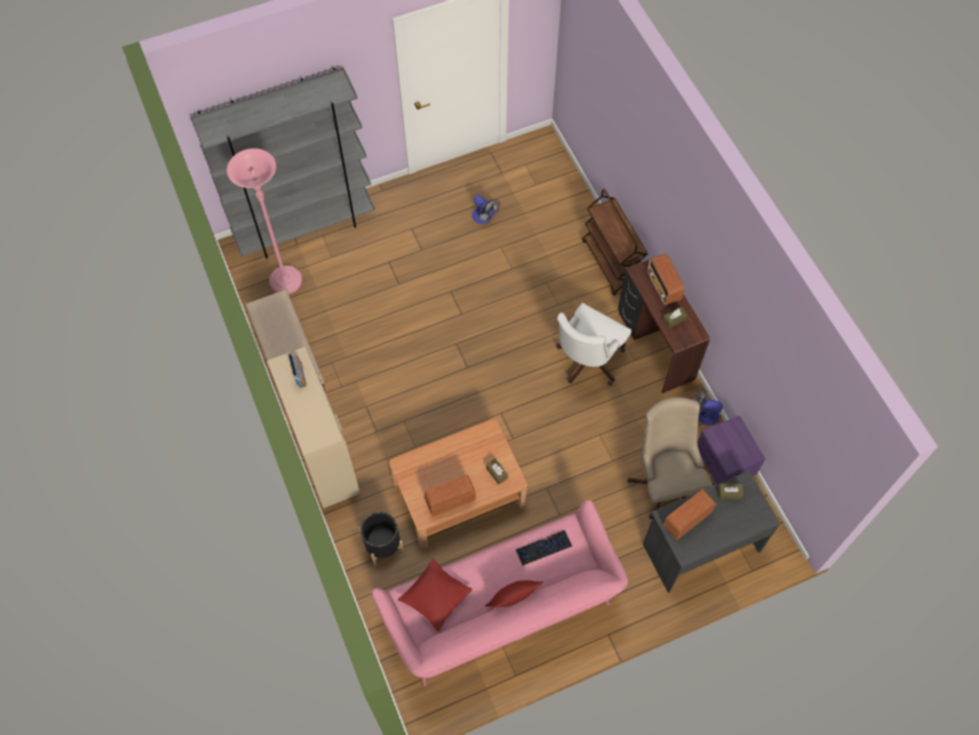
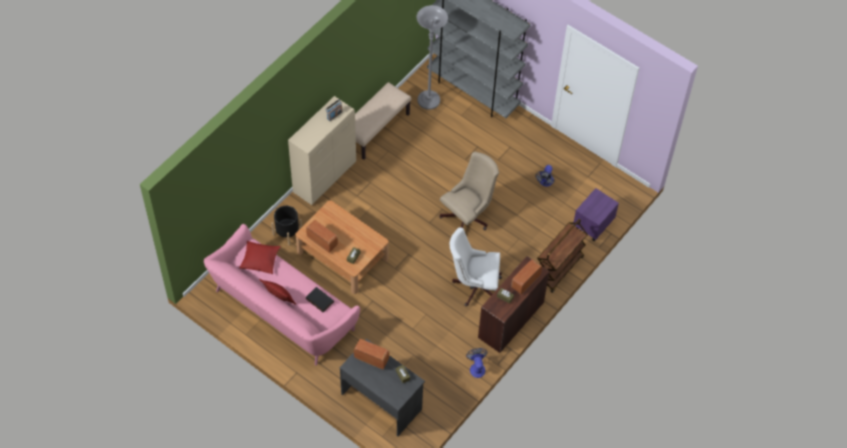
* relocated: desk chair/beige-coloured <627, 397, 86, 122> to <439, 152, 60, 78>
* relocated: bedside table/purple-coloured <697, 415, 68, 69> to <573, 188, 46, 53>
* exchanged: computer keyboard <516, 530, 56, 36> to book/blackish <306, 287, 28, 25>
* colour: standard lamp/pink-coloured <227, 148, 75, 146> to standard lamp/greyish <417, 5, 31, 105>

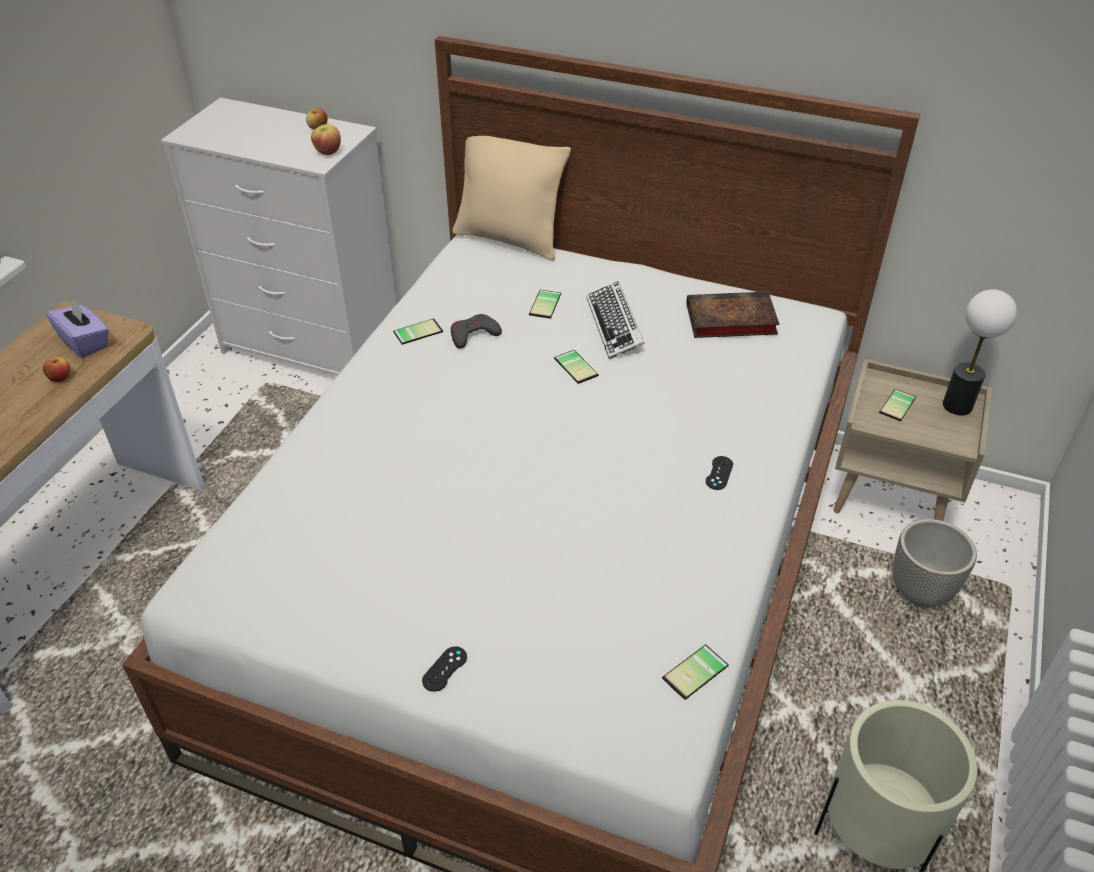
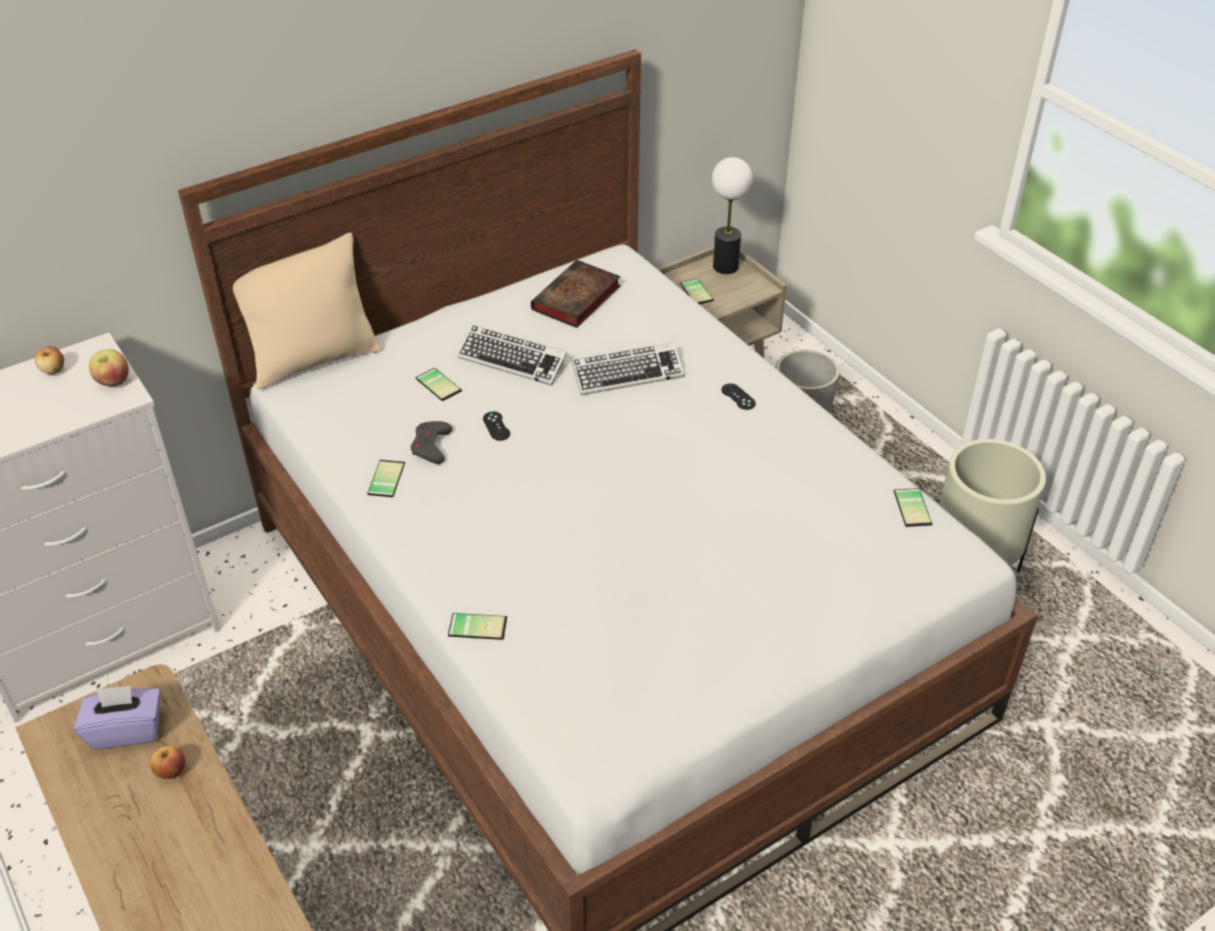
* appeared: computer keyboard <572, 342, 112, 53>
* relocated: joypad/blackish <422, 646, 45, 46> to <483, 411, 27, 30>
* relocated: handset <554, 350, 45, 34> to <448, 609, 59, 31>

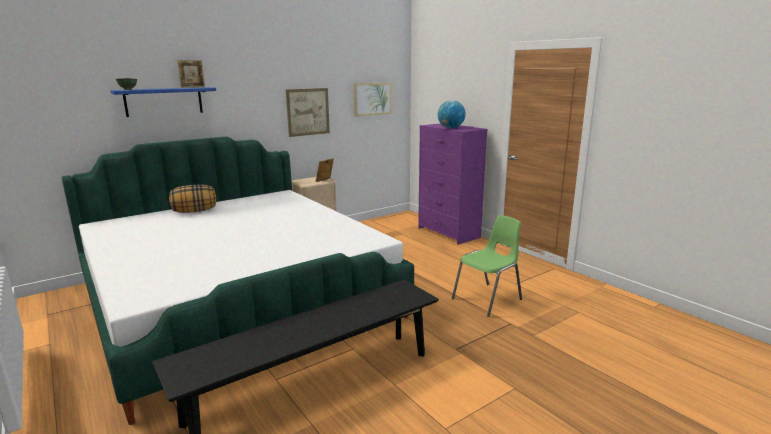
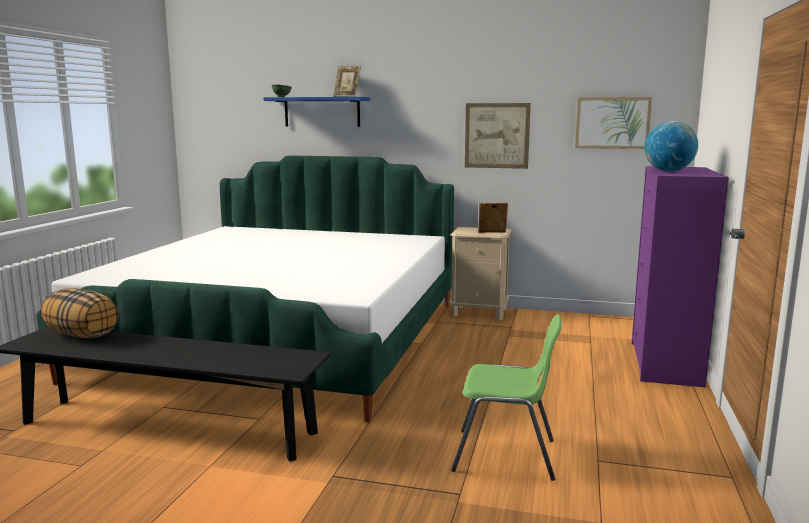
* relocated: throw pillow <169, 184, 47, 29> to <40, 288, 79, 50>

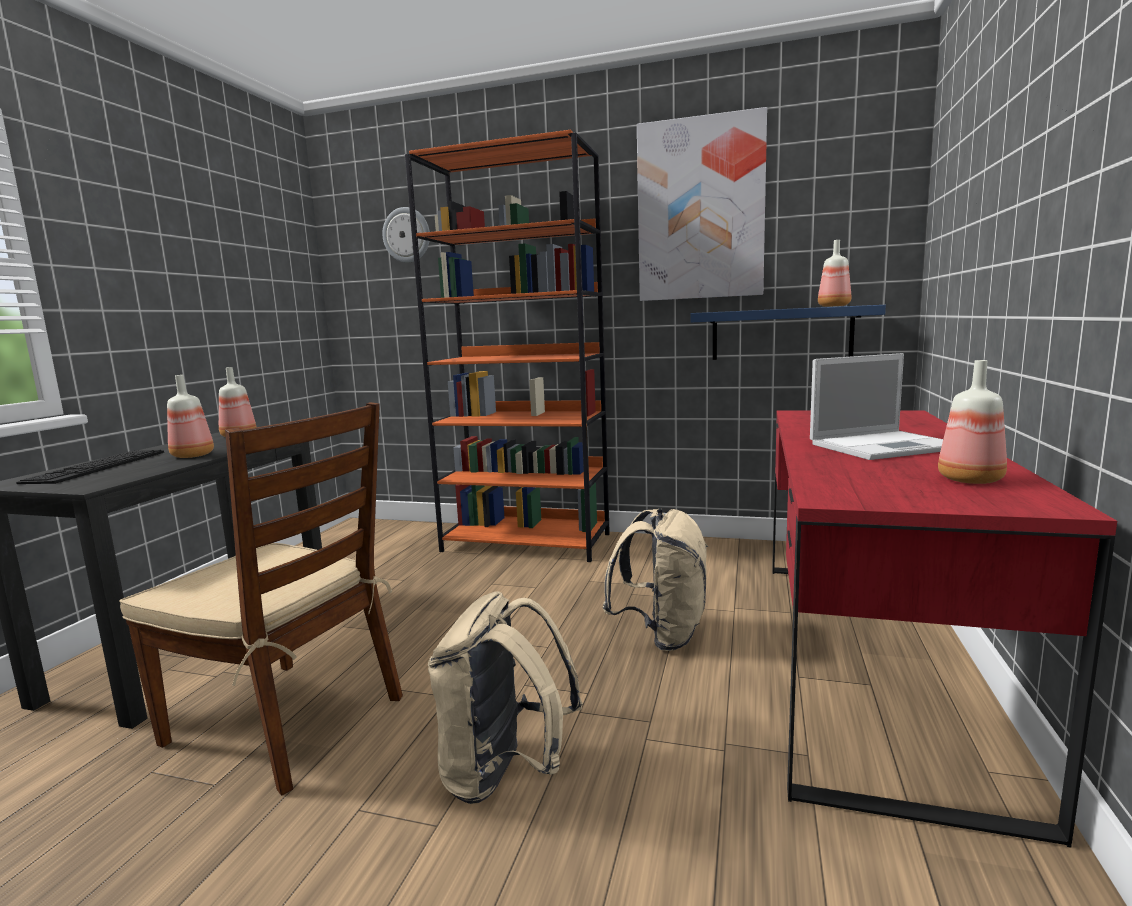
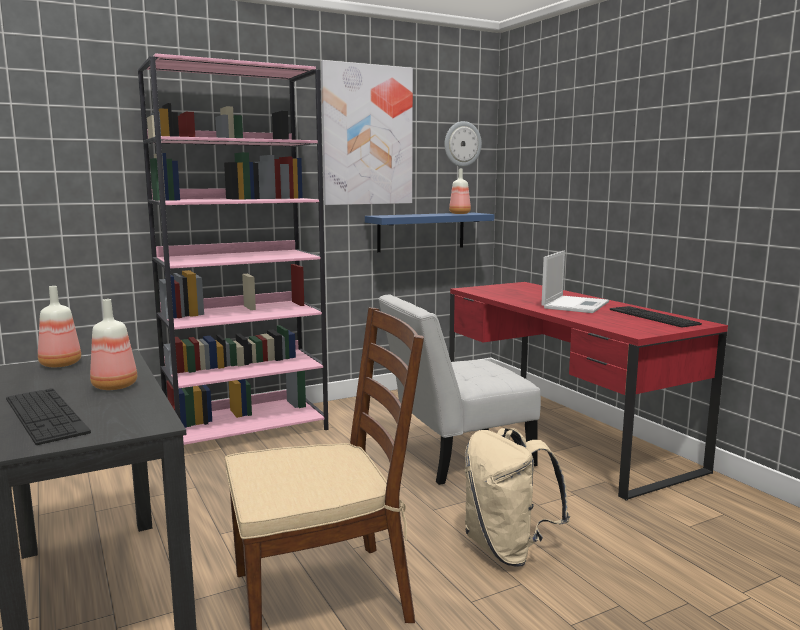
* relocated: clock on the wall <382, 207, 48, 56> to <444, 121, 38, 46>
* exchanged: backpack/beige-coloured <602, 509, 106, 142> to upright chair/white <378, 294, 163, 191>
* exchanged: bottle <938, 360, 69, 124> to computer keyboard <610, 306, 92, 22>
* colour: bookshelf/orange-coloured <405, 130, 205, 432> to bookshelf/pink-coloured <138, 53, 191, 392>

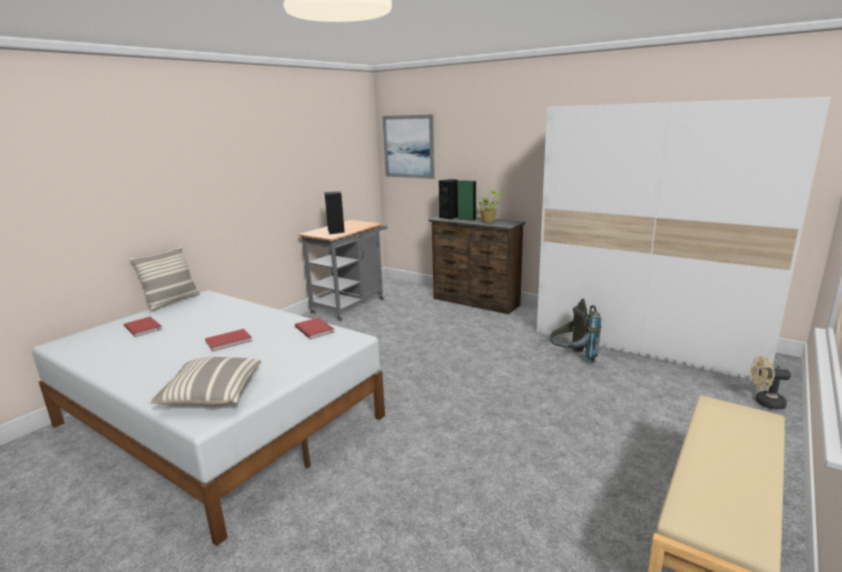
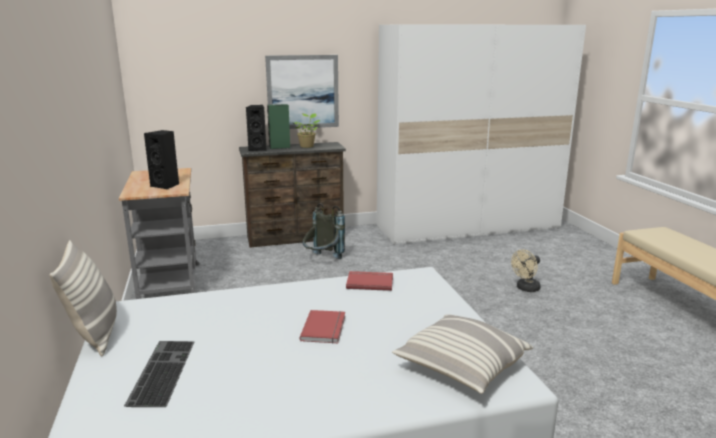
* relocated: wall picture <383, 114, 52, 65> to <265, 55, 74, 74>
* relocated: backpack/greyish <549, 299, 52, 65> to <303, 203, 42, 56>
* relocated: electric fan/beige-coloured <751, 356, 40, 54> to <511, 249, 30, 43>
* exchanged: book/reddish <124, 317, 38, 20> to computer keyboard <124, 341, 70, 66>

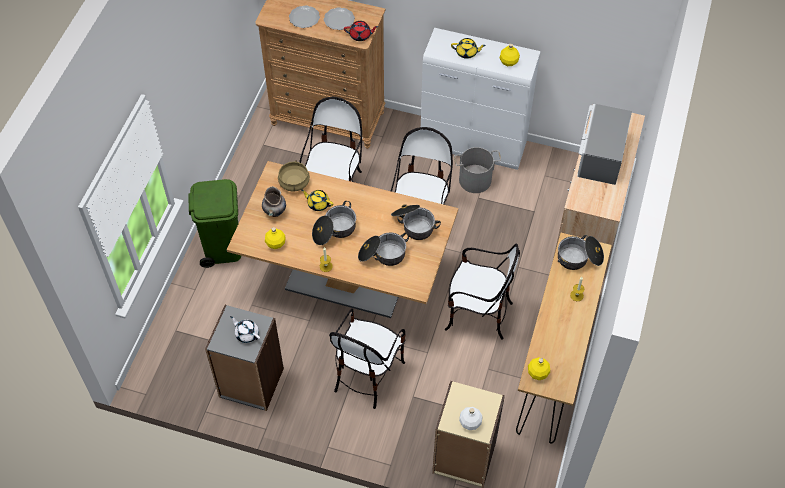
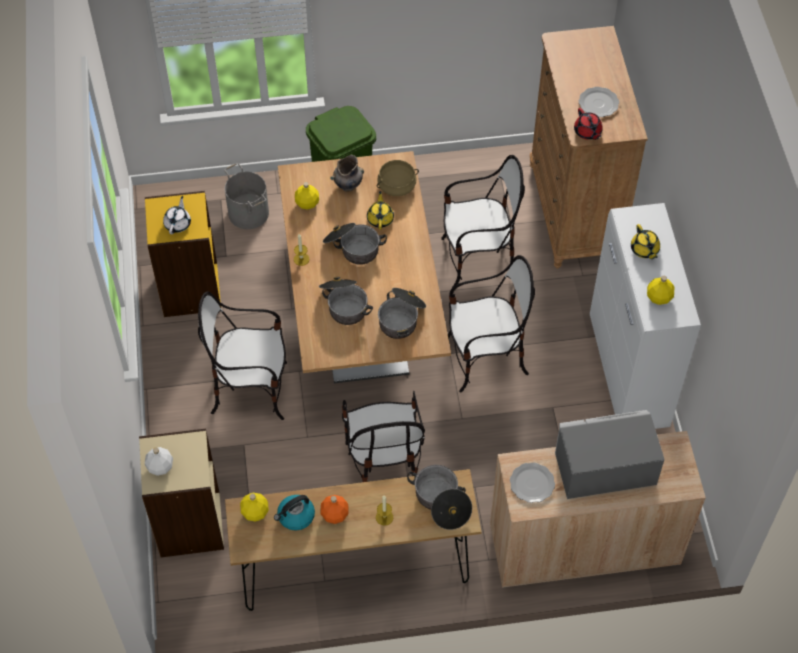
* appeared: tea kettle <274, 495, 41, 36>
* appeared: bottle/orange-coloured <321, 495, 27, 29>
* relocated: plate <289, 6, 31, 22> to <510, 462, 45, 41>
* relocated: water bucket/greyish <454, 147, 47, 46> to <224, 163, 45, 66>
* colour: bookshelf/greyish <205, 305, 79, 106> to bookshelf/yellowish <145, 191, 76, 126>

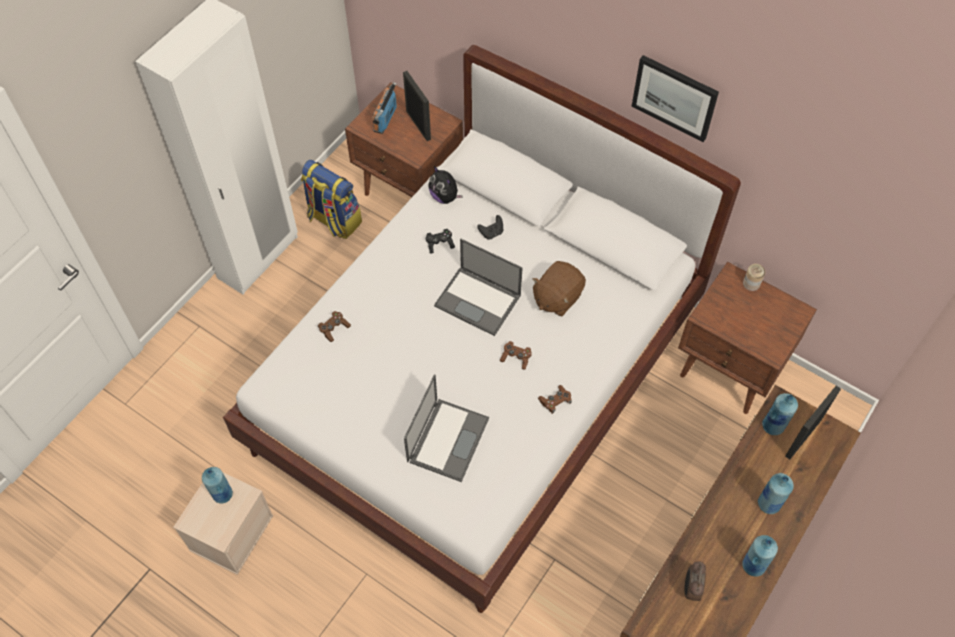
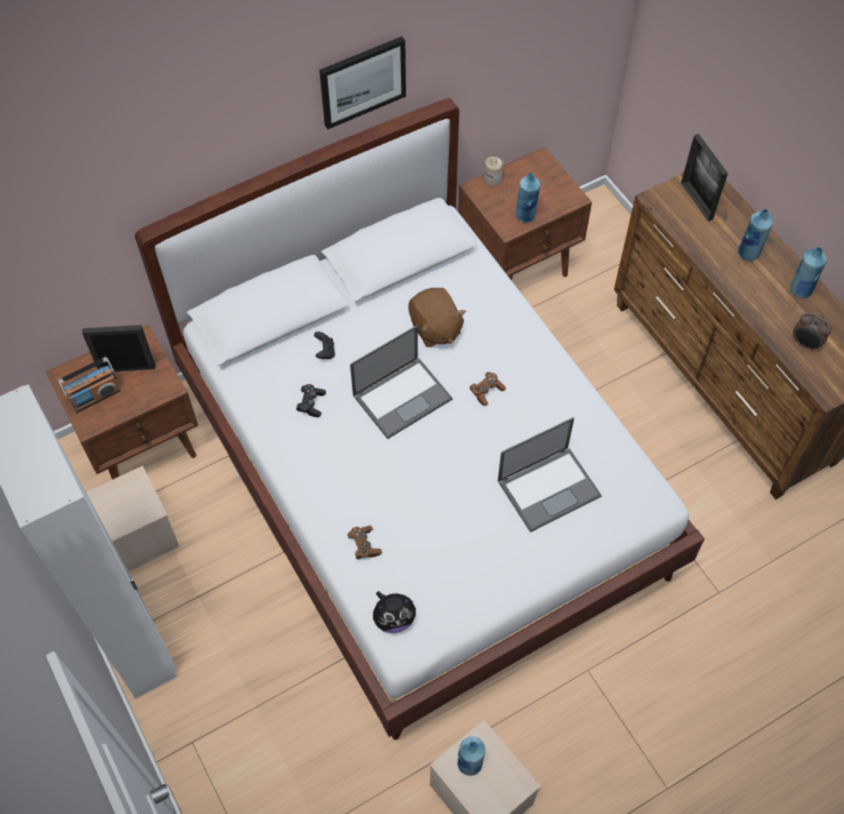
* missing: joypad/brownish <538, 385, 34, 29>
* relocated: plush toy <428, 166, 35, 38> to <373, 591, 43, 42>
* relocated: bottle/blue-coloured <762, 393, 36, 42> to <516, 173, 24, 50>
* exchanged: backpack <301, 160, 61, 79> to storage box/beige-coloured <86, 466, 94, 105>
* spun: radio set <372, 82, 25, 52> = <58, 357, 63, 56> 75 degrees counterclockwise
* spun: portable computer <404, 374, 85, 108> = <498, 417, 104, 115> 105 degrees clockwise

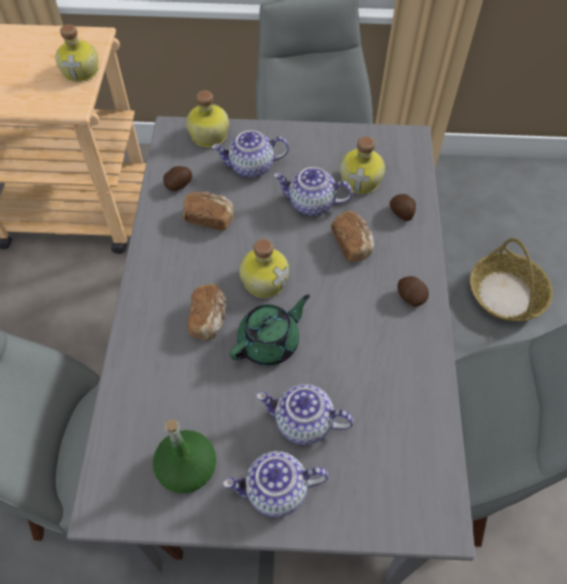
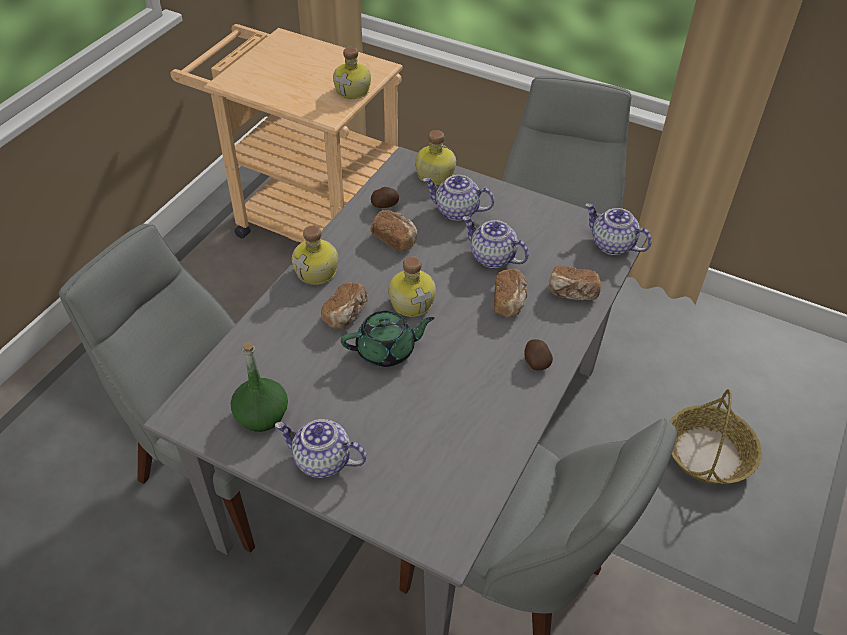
* relocated: tea pot <256, 384, 98, 61> to <585, 203, 67, 52>
* relocated: bottle <340, 136, 45, 58> to <292, 225, 46, 60>
* exchanged: whole potato <390, 194, 26, 27> to baked bread <549, 266, 52, 34>

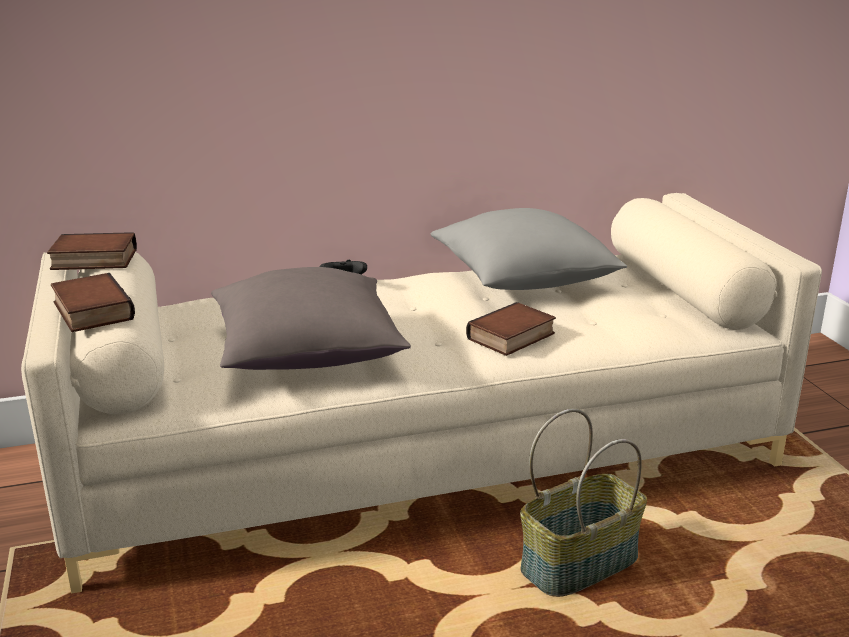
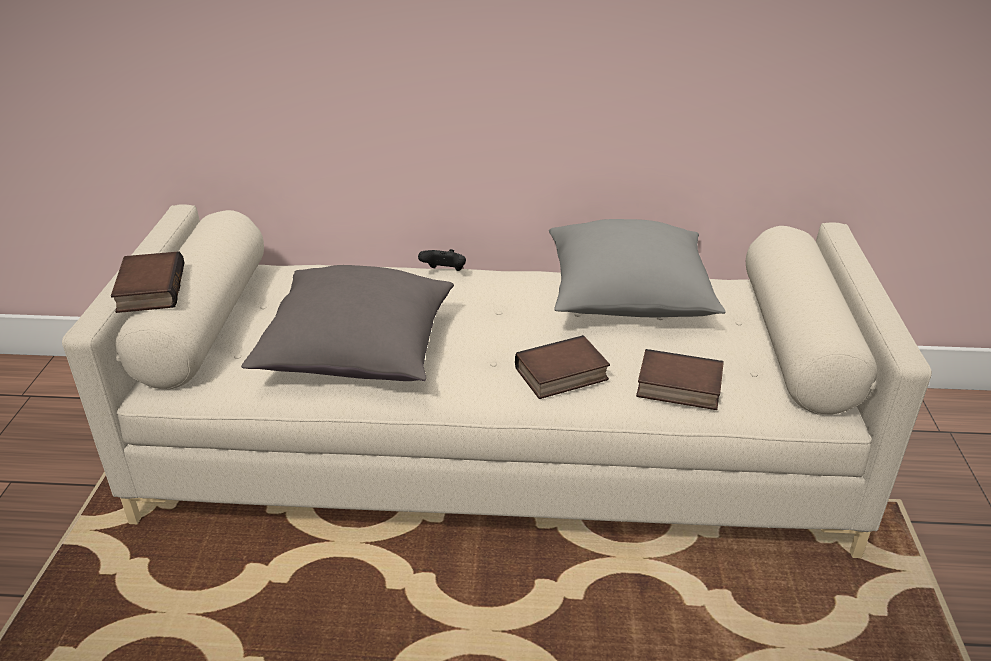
* missing: household basket <520, 409, 127, 188>
* relocated: book <47, 232, 90, 38> to <636, 349, 88, 61>

